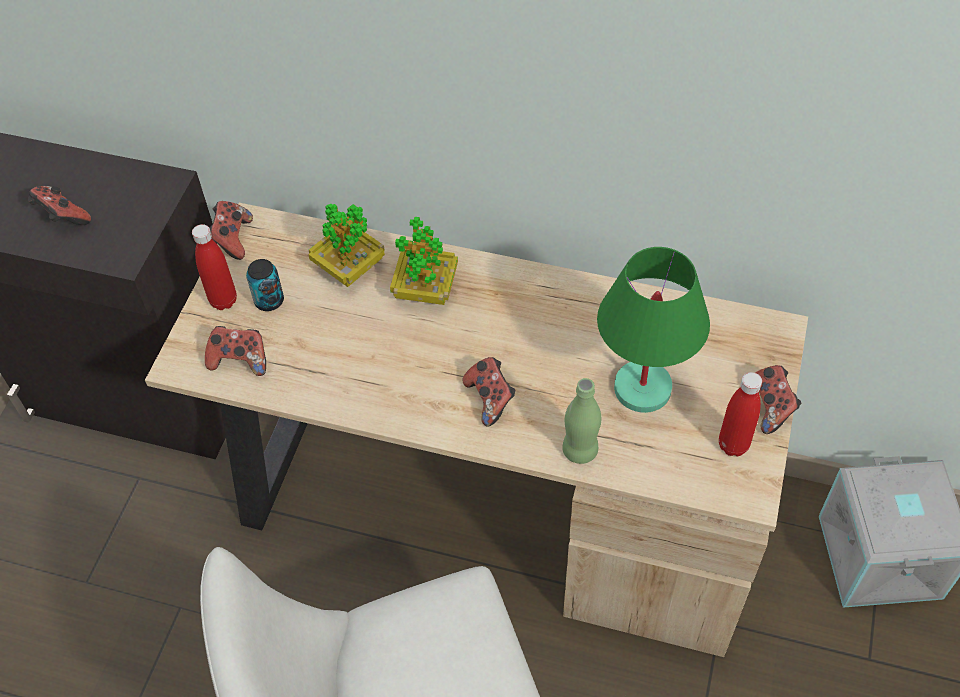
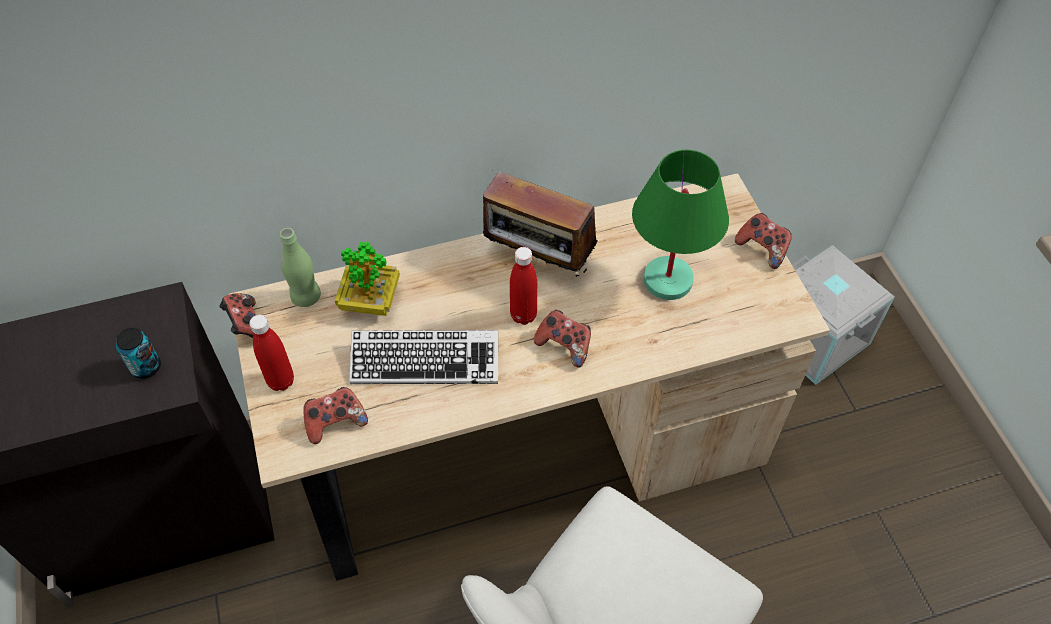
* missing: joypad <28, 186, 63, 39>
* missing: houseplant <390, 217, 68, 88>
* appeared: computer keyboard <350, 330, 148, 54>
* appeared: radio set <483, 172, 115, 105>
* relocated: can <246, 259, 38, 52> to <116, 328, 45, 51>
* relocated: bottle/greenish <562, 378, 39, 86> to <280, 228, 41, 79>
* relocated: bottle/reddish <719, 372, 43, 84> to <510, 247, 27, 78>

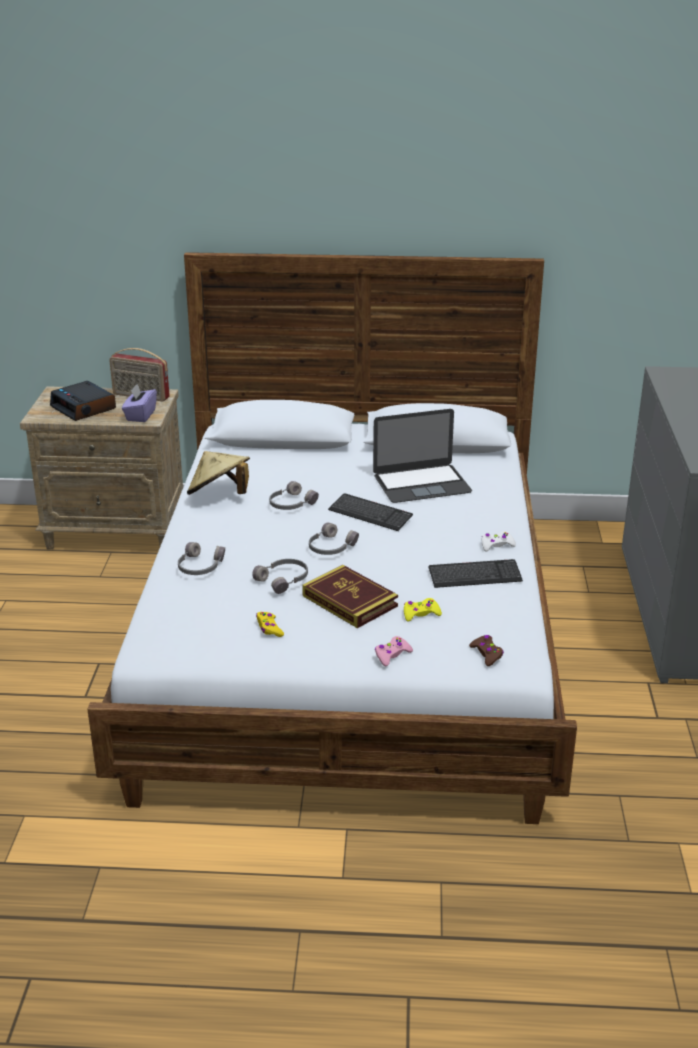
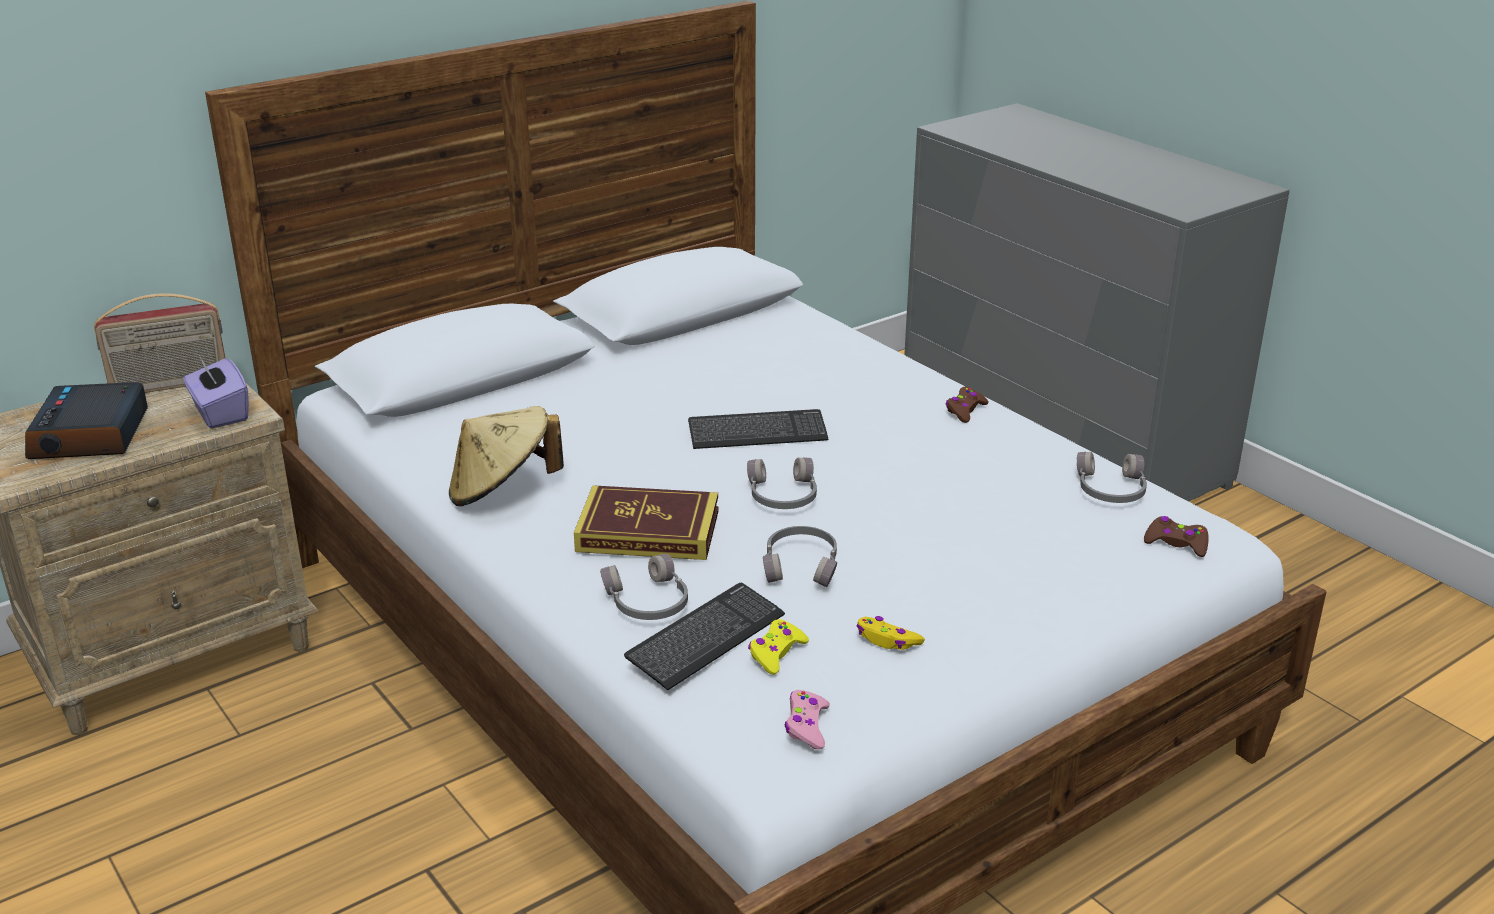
* missing: portable computer <373, 409, 99, 94>
* relocated: pair of headphones/greyish <269, 481, 50, 29> to <1077, 452, 70, 51>
* relocated: book <302, 565, 96, 63> to <574, 485, 144, 75>
* relocated: joypad/pink-coloured <375, 636, 38, 30> to <785, 690, 45, 59>
* relocated: joypad/yellowish <404, 598, 38, 24> to <748, 619, 61, 56>
* relocated: computer keyboard <429, 559, 94, 29> to <624, 583, 161, 107>
* colour: joypad/white <482, 531, 34, 20> to joypad/brownish <946, 387, 43, 36>
* spun: bedside clock <50, 381, 66, 40> = <25, 382, 123, 77> 75 degrees clockwise

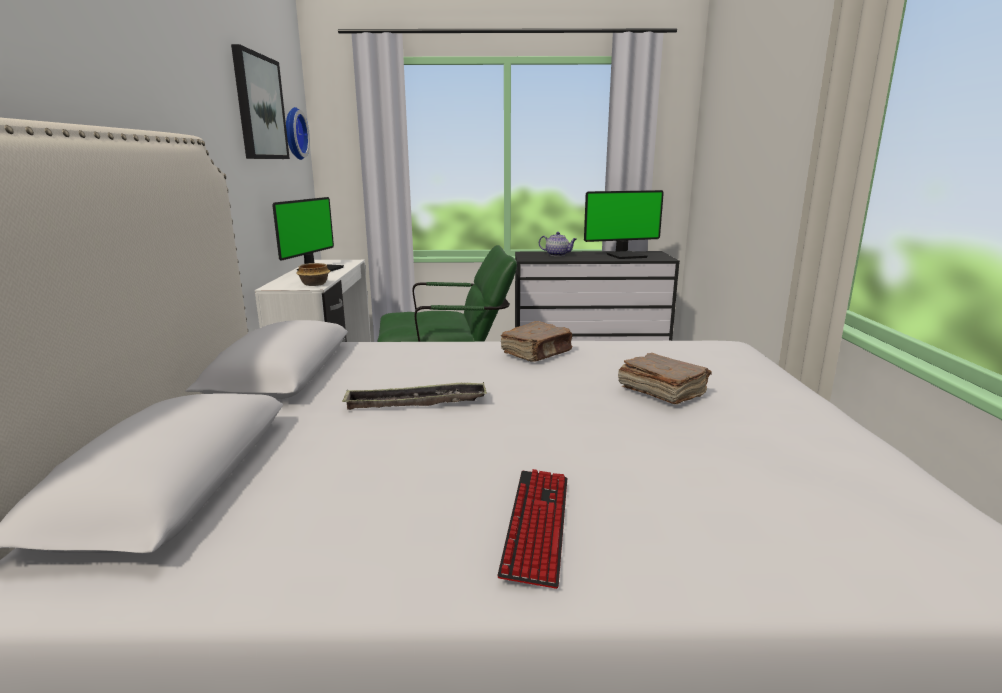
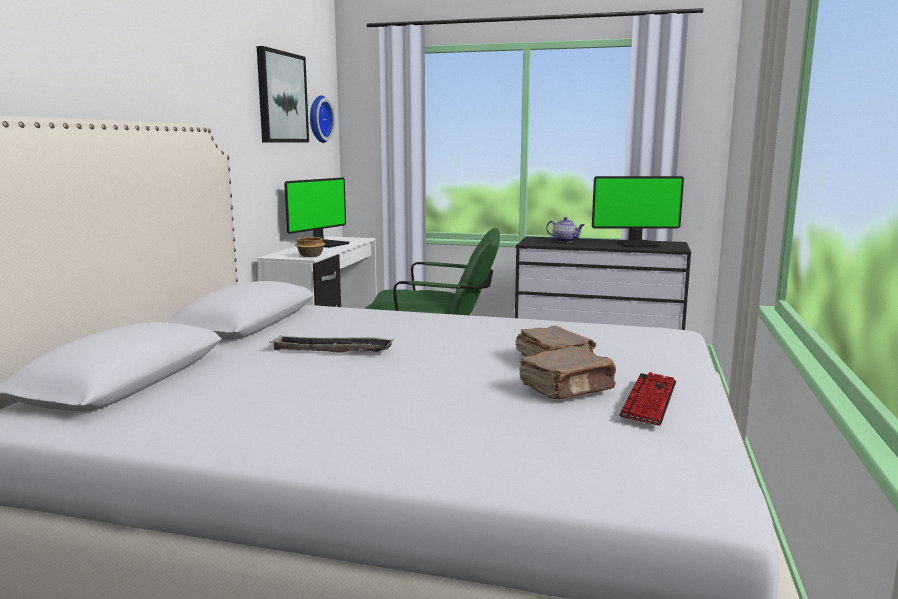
* relocated: computer keyboard <497, 469, 70, 120> to <619, 372, 57, 54>
* relocated: book/brownish <501, 321, 71, 41> to <519, 346, 98, 53>

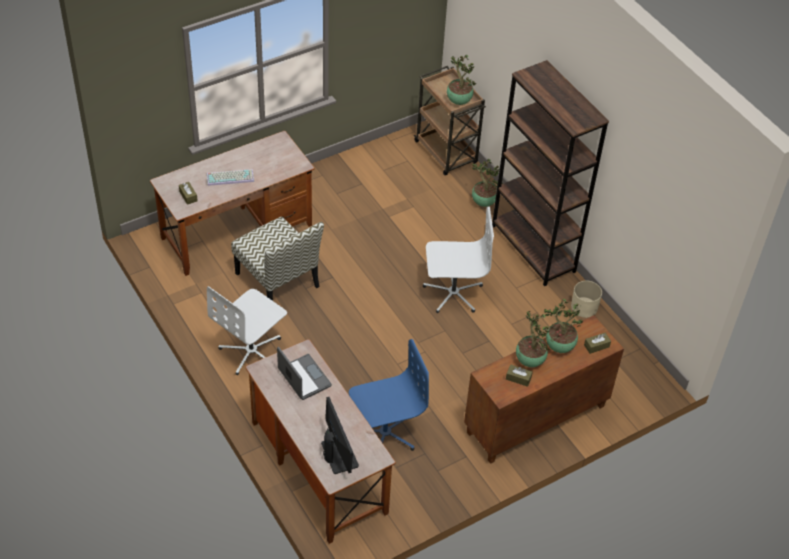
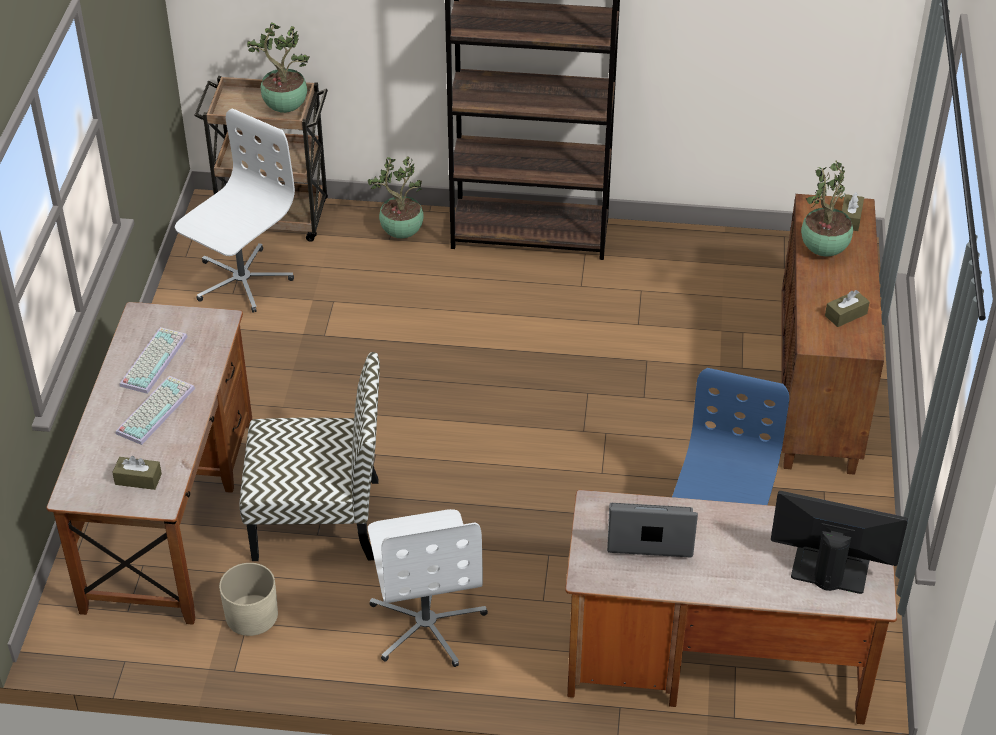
* missing: houseplant <516, 311, 34, 56>
* appeared: computer keyboard <120, 327, 68, 67>
* relocated: desk chair/white <423, 207, 71, 106> to <175, 108, 120, 205>
* relocated: flower pot/beige-coloured <571, 281, 31, 37> to <219, 563, 59, 73>

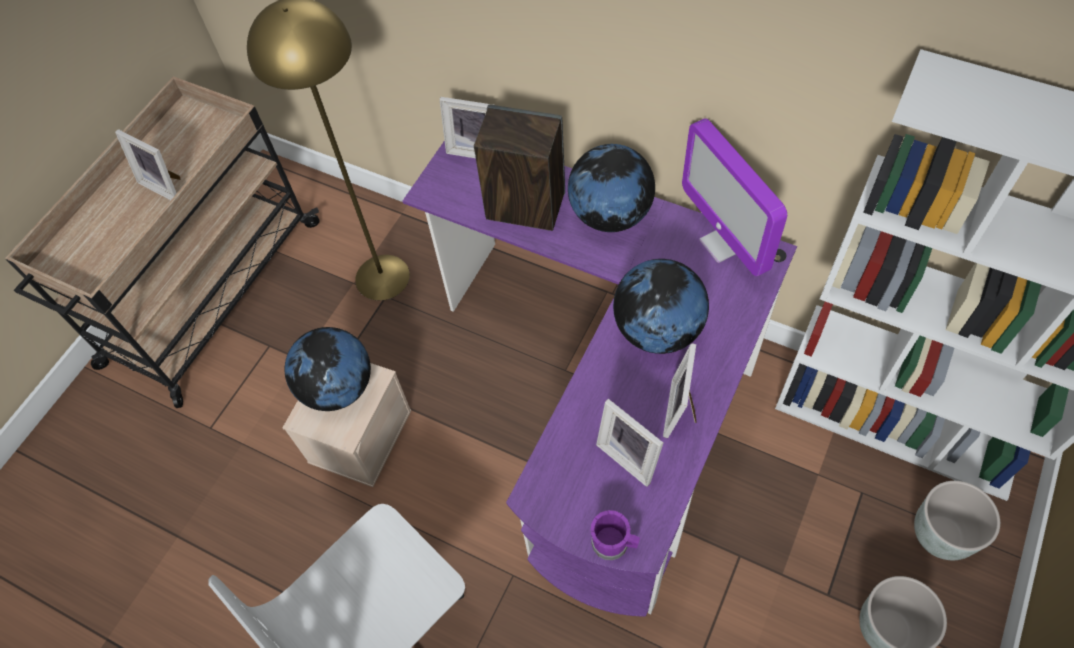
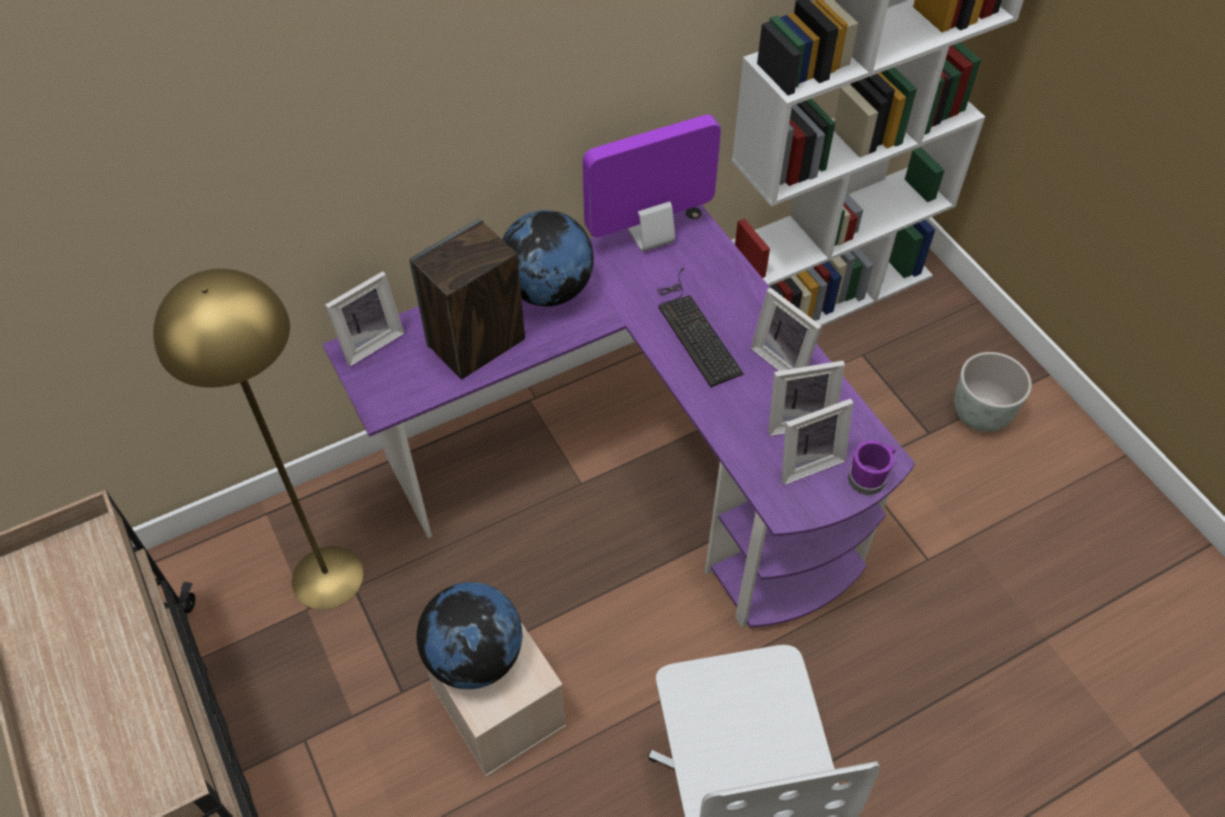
* missing: flower pot/greyish <914, 481, 86, 79>
* relocated: picture frame <115, 129, 66, 71> to <781, 398, 72, 87>
* exchanged: globe <613, 259, 96, 95> to computer keyboard <657, 268, 87, 119>
* spun: computer screen <682, 118, 105, 158> = <583, 114, 138, 138> 150 degrees clockwise

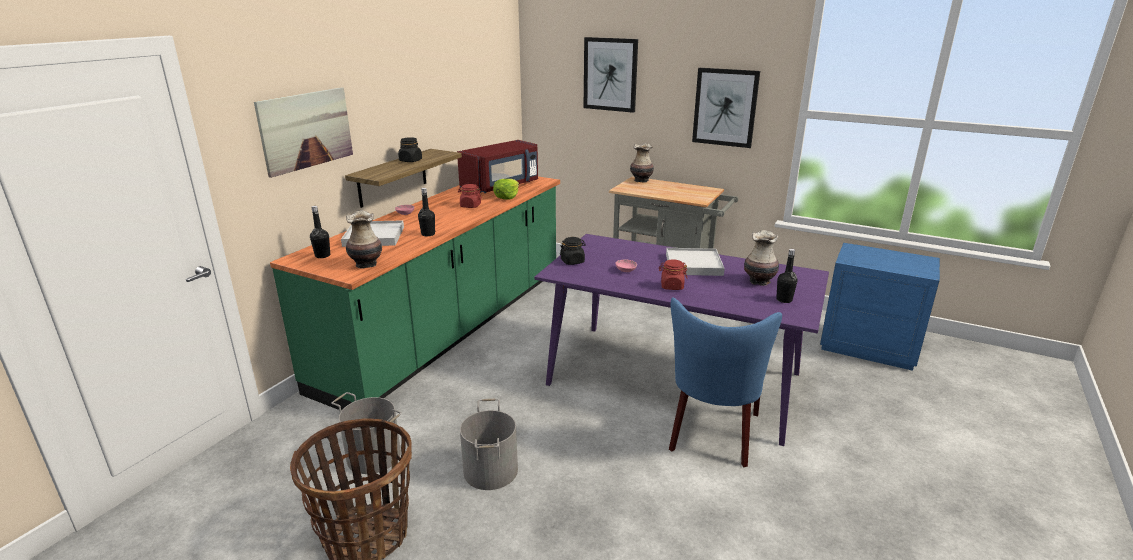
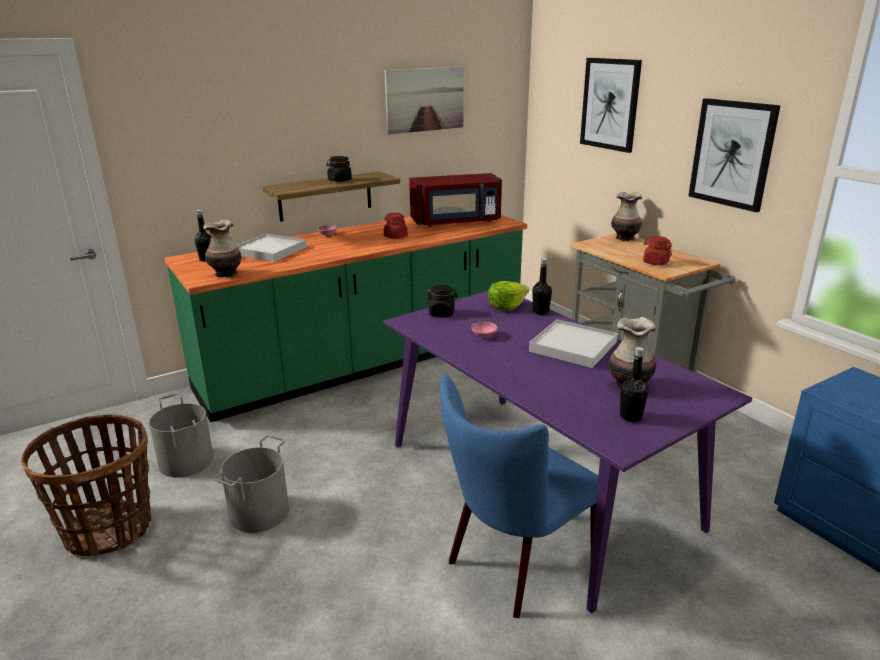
* relocated: wall picture <254, 87, 99, 91> to <384, 67, 80, 67>
* relocated: bottle/blackish <418, 188, 18, 48> to <532, 258, 20, 57>
* relocated: lettuce head <493, 179, 26, 21> to <488, 281, 41, 30>
* relocated: storage jar/reddish <659, 259, 28, 31> to <643, 236, 29, 30>

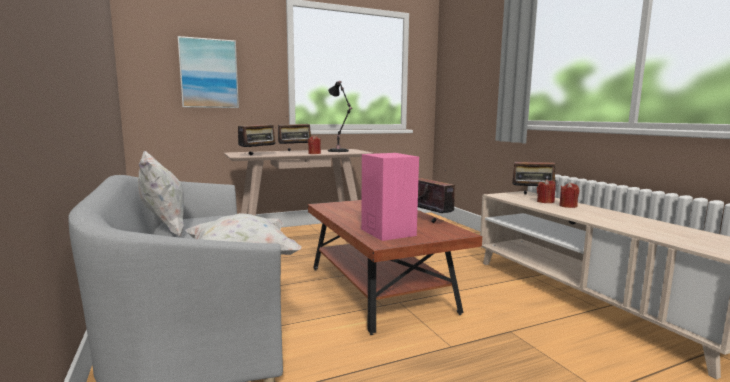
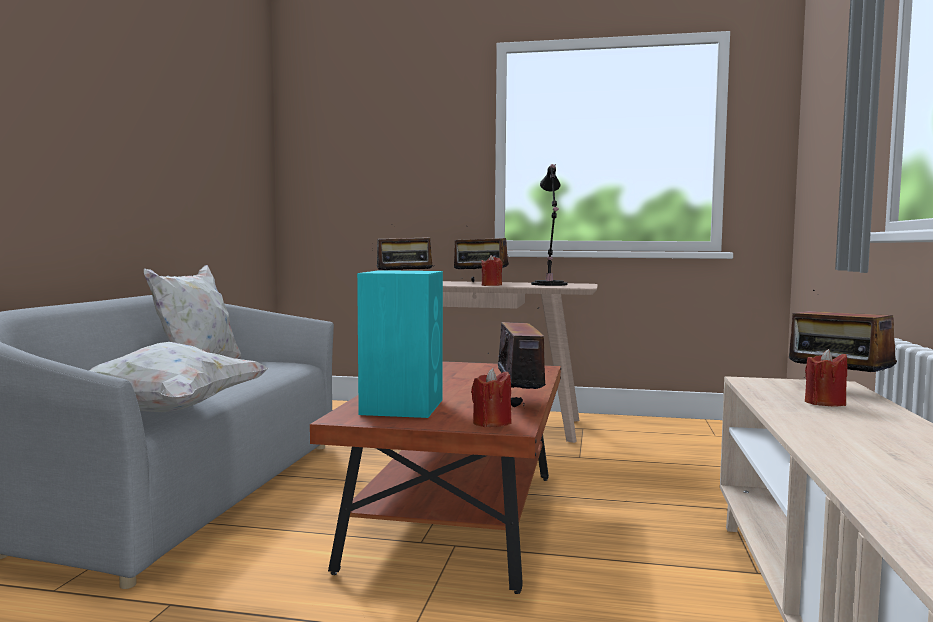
* missing: wall picture <178, 36, 61, 72>
* relocated: wax candle/reddish <559, 182, 20, 26> to <471, 368, 40, 59>
* colour: audio speaker/pink-coloured <361, 153, 58, 88> to audio speaker/turquoise-coloured <357, 270, 86, 148>

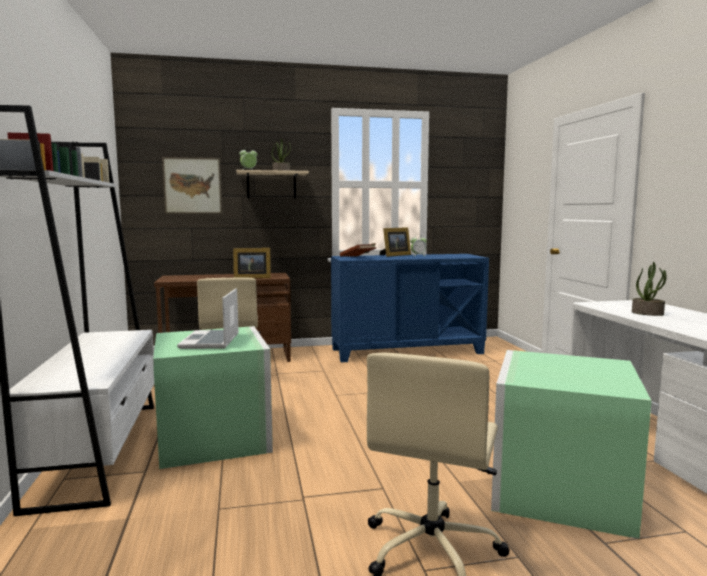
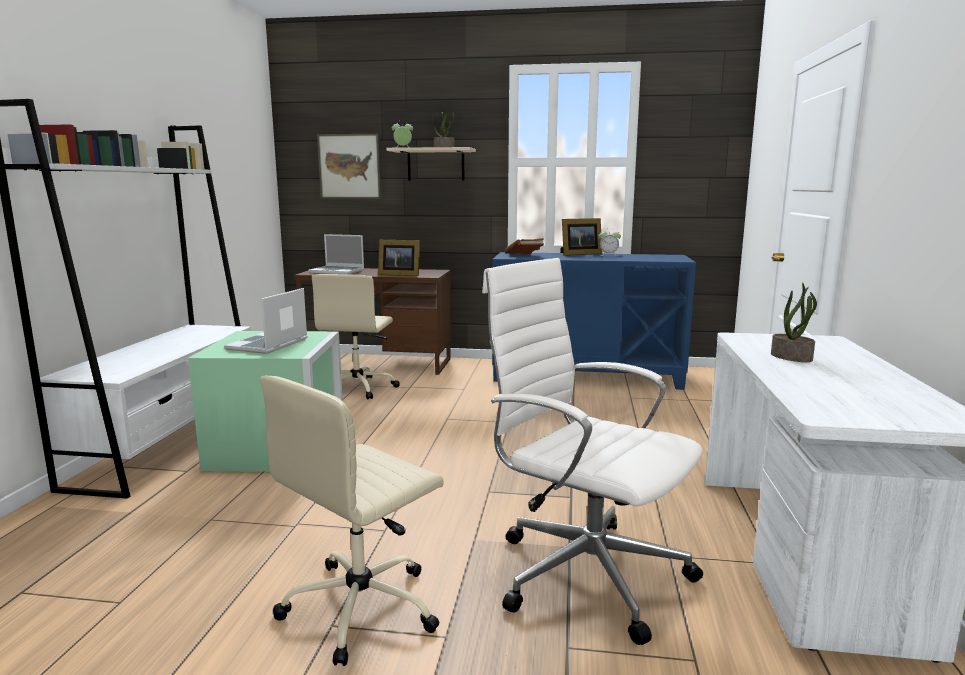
* appeared: portable computer <308, 234, 56, 40>
* exchanged: storage box/greenish <491, 350, 161, 189> to desk chair/white <482, 258, 221, 387>

